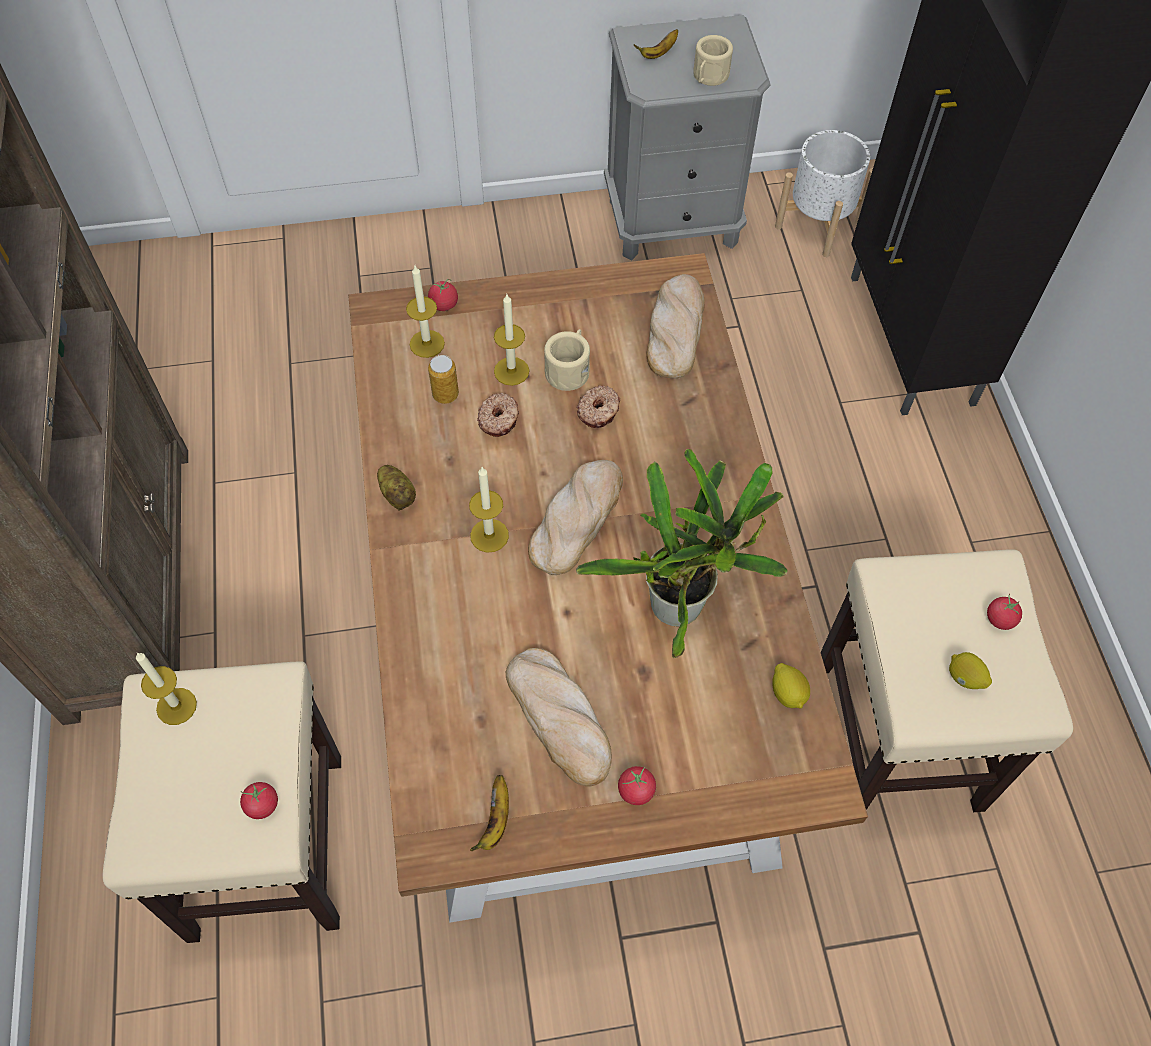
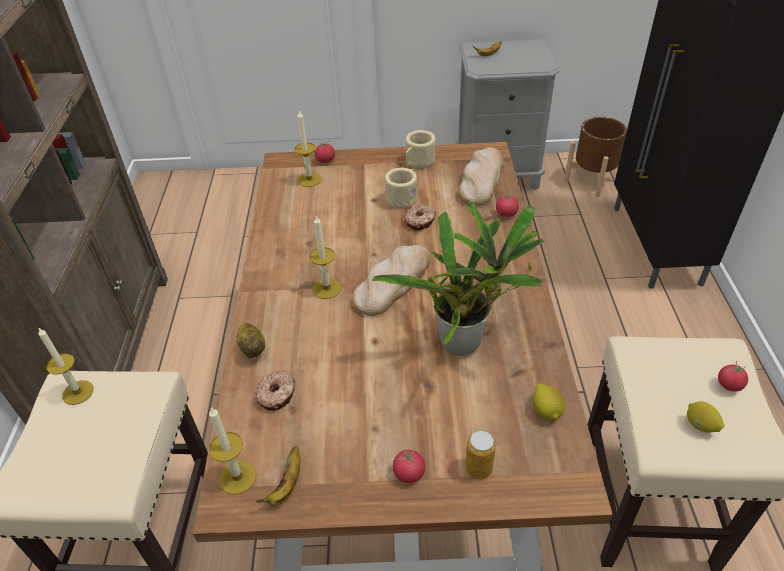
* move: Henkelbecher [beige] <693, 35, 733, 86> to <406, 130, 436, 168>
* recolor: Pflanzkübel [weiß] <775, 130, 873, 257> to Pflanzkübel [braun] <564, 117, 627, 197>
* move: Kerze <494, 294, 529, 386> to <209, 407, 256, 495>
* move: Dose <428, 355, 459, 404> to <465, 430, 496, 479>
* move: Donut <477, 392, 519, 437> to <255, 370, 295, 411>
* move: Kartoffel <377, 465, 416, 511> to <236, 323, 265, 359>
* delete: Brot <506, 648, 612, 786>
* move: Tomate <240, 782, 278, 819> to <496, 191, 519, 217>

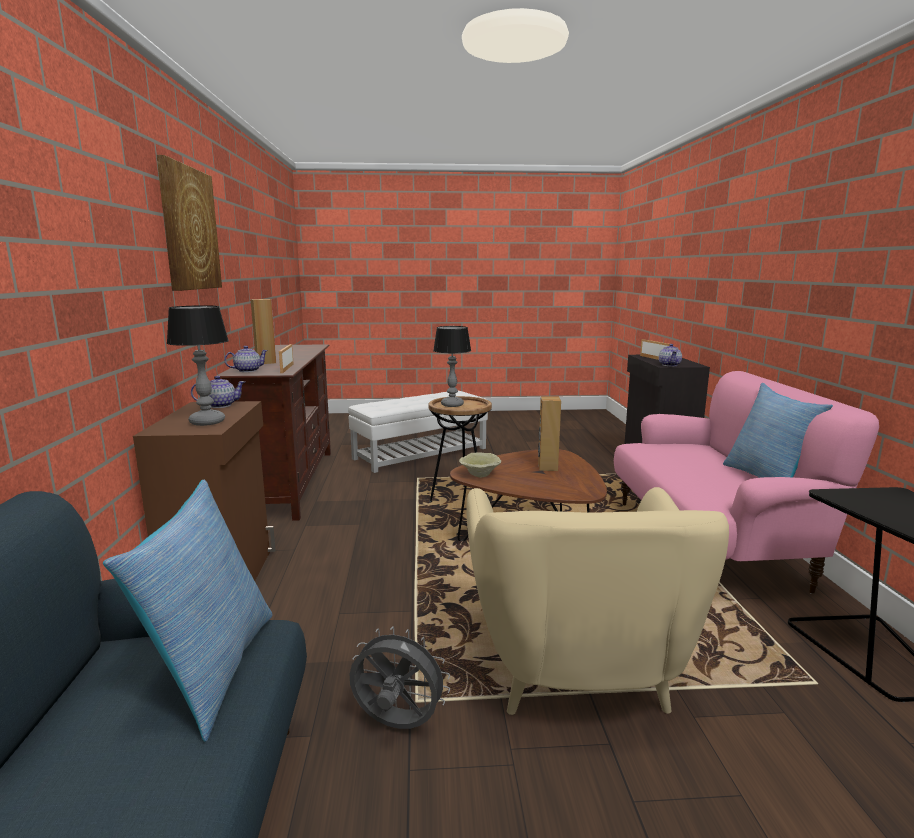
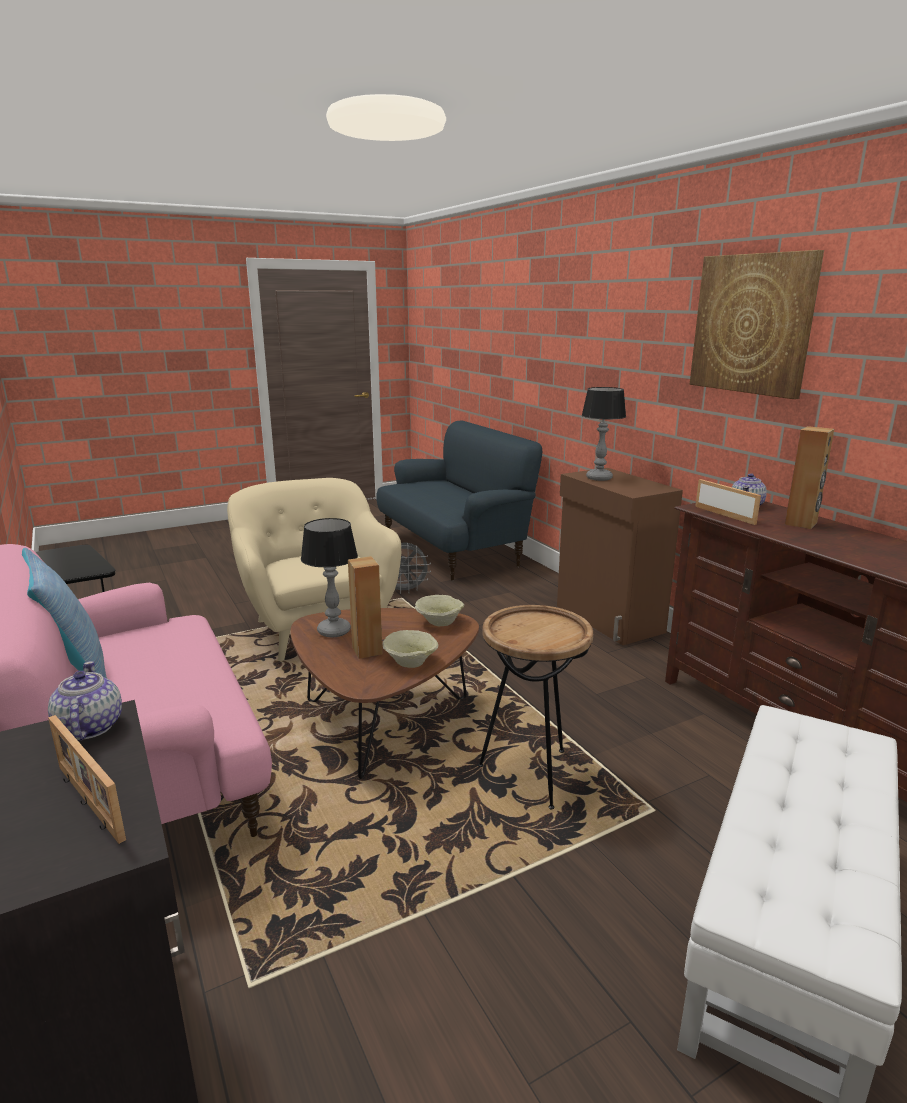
* move: Tischlampe <433, 326, 471, 407> to <301, 518, 358, 637>
* delete: Teekanne <191, 376, 245, 408>
* delete: Kissen <103, 480, 273, 742>
* insert: Schüssel [beige] <382, 630, 438, 668>

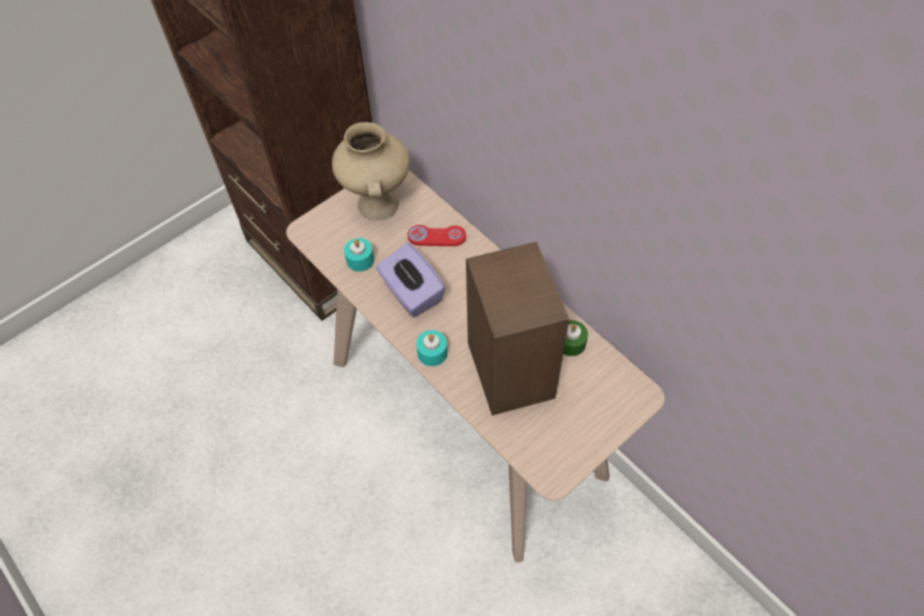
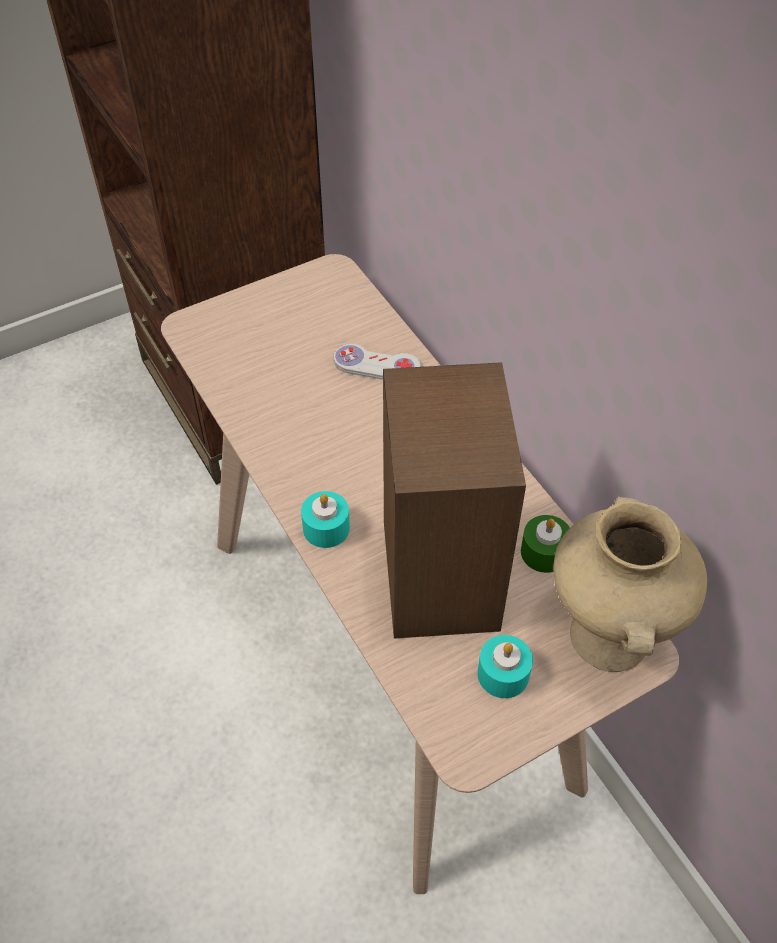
* move: Vase [beige] <332, 122, 410, 220> to <553, 497, 707, 672>
* recolor: Gamepad [rot] <408, 225, 466, 246> to Gamepad [weiß] <334, 344, 421, 380>
* move: Kerze [türkis] <344, 238, 374, 272> to <478, 635, 533, 698>
* delete: Taschentuchbox [lila] <376, 243, 445, 317>

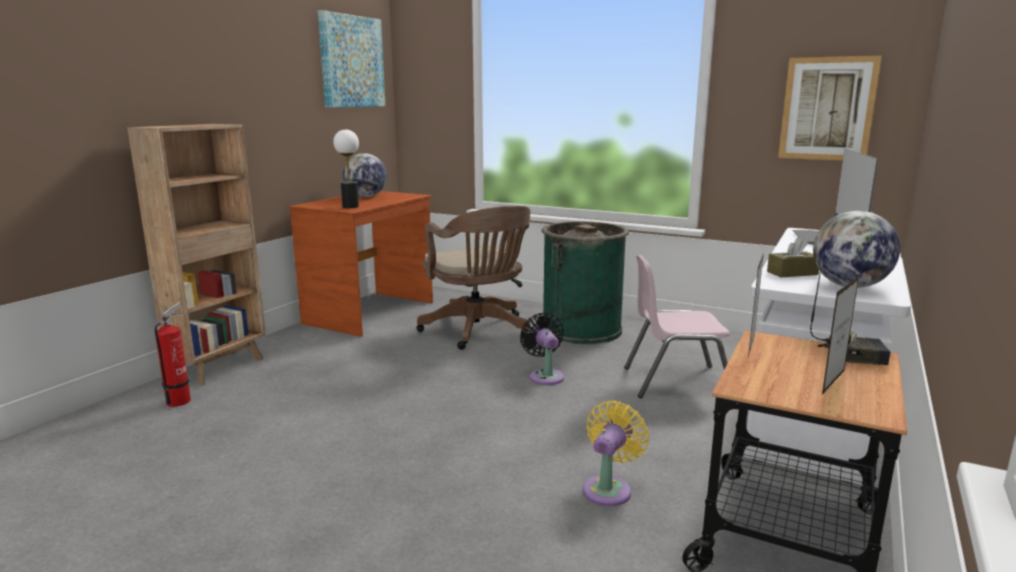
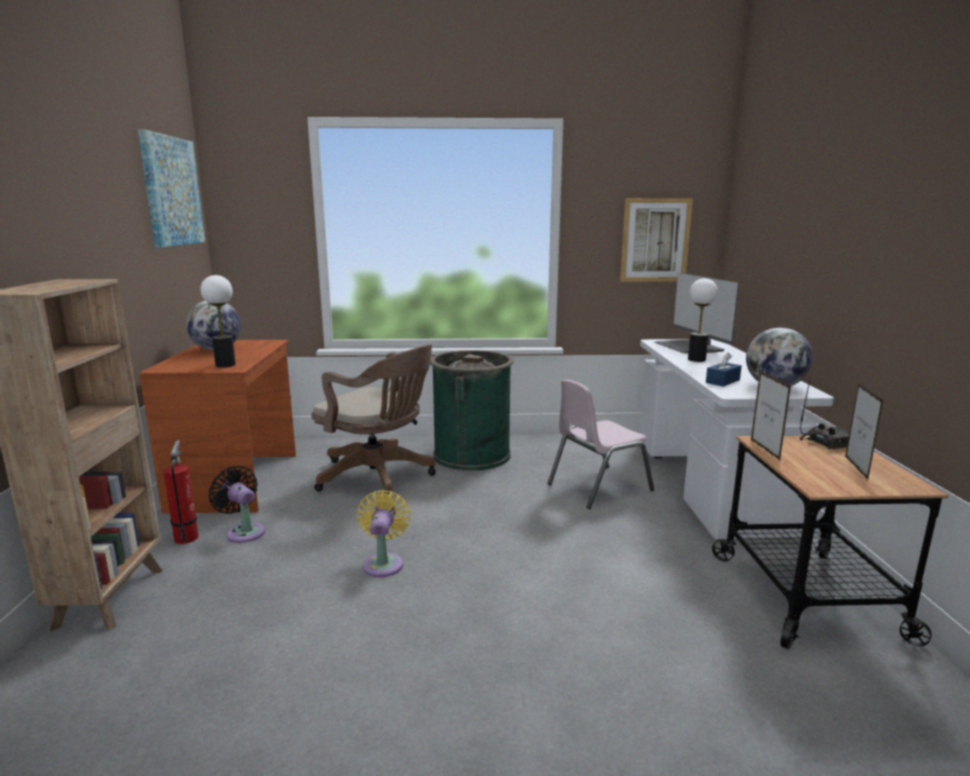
* recolor: Taschentuchbox [braun] <767, 237, 819, 277> to Taschentuchbox [blau] <706, 352, 742, 387>
* move: Feuerlöscher <155, 302, 191, 407> to <163, 440, 198, 544>
* move: Ventilator [schwarz] <520, 313, 564, 385> to <209, 466, 265, 543>
* move: Ventilator [gelb] <583, 401, 649, 506> to <357, 490, 411, 577>
* insert: Tischlampe <688, 278, 718, 362>

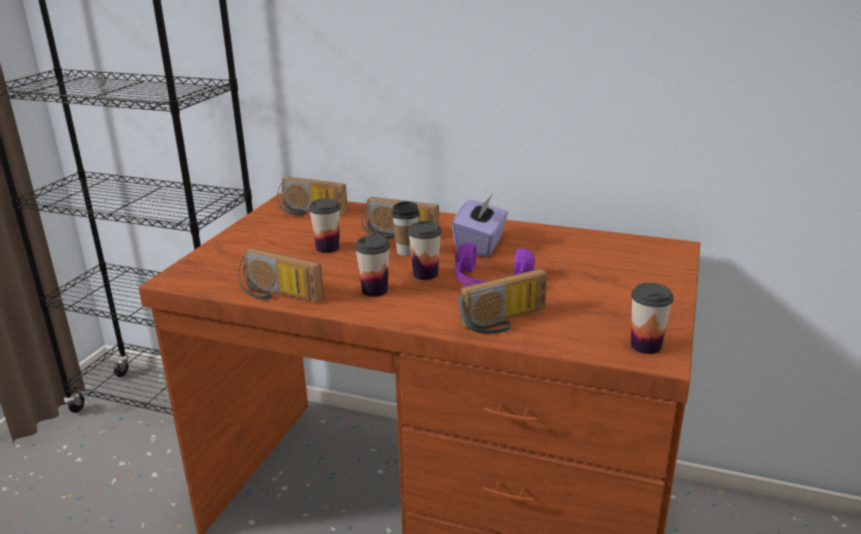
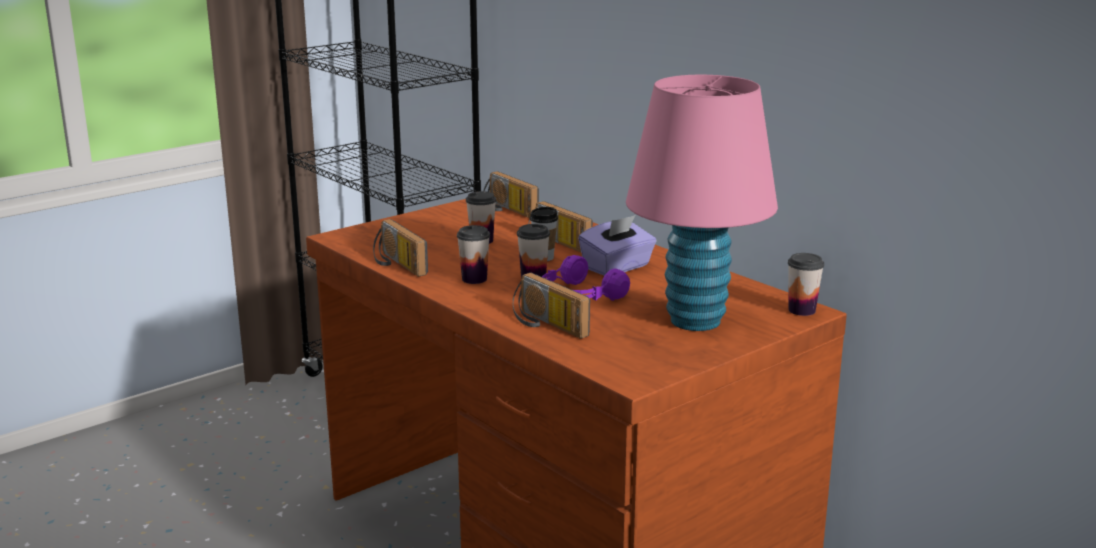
* rotate: Radio <458, 269, 547, 334> = <513, 273, 590, 339> 45 degrees clockwise
* move: Tasse <631, 283, 674, 354> to <788, 253, 824, 316>
* insert: Tischlampe [rosa] <626, 75, 778, 331>

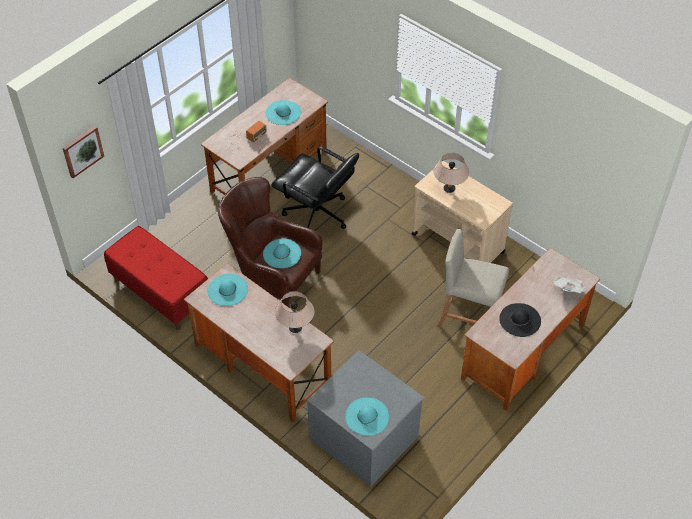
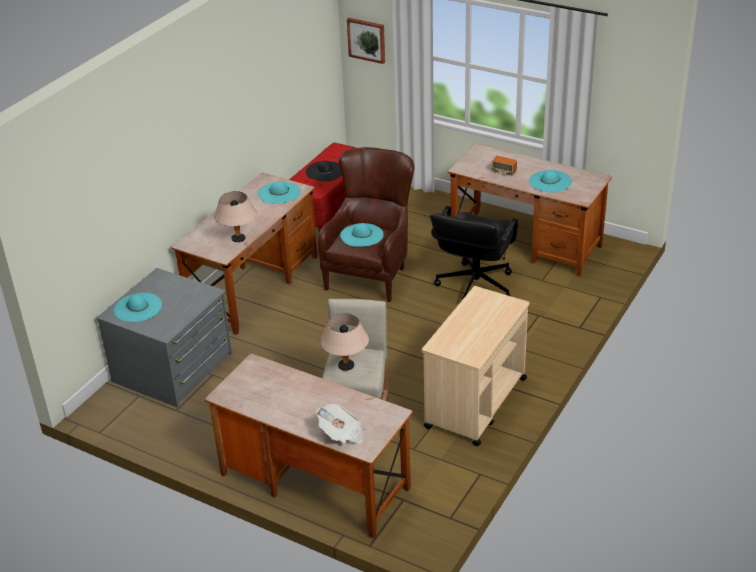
* move: Tischlampe [beige] <434, 153, 469, 193> to <320, 313, 369, 371>
* move: Hut [schwarz] <499, 303, 541, 337> to <306, 160, 342, 181>

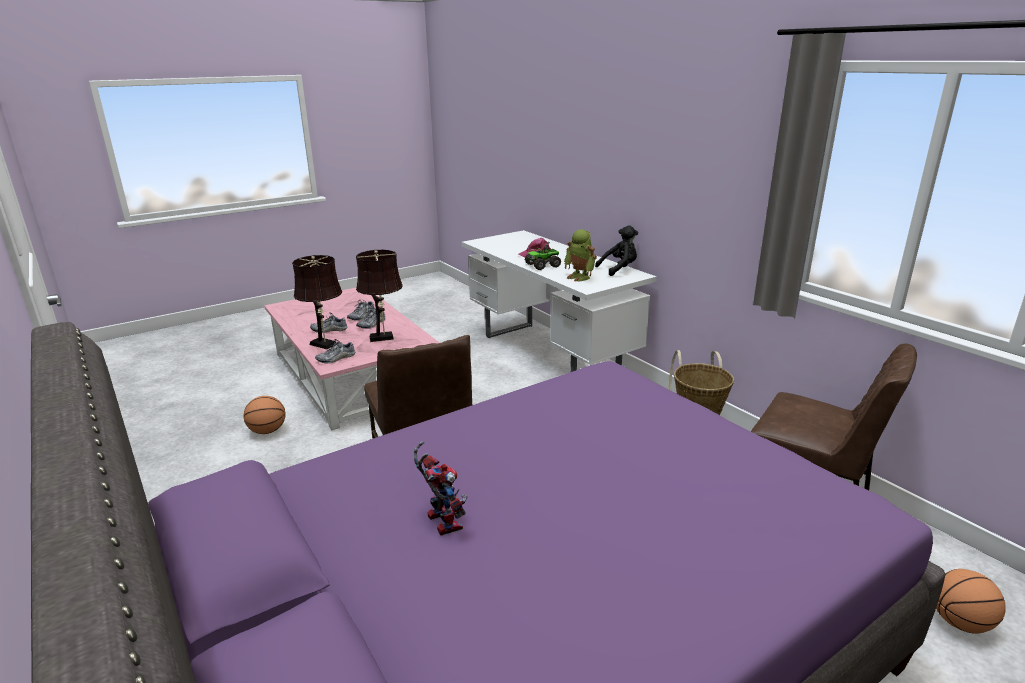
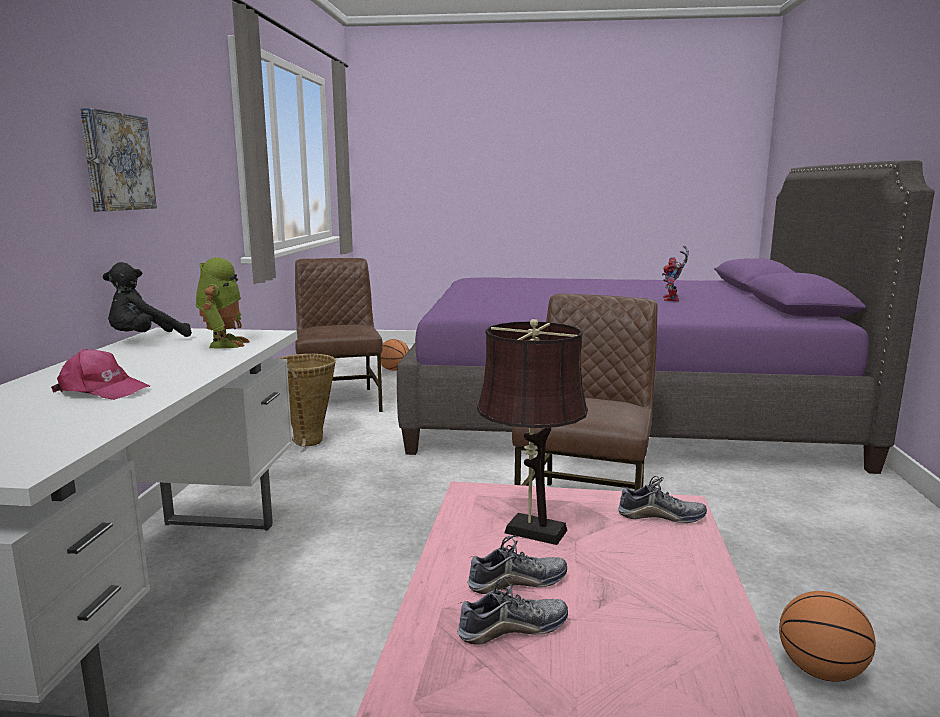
* rotate: Plüschtier [schwarz] <595, 226, 638, 276> = <103, 262, 192, 337> 60 degrees counterclockwise
* delete: Spielzeuglaster <525, 242, 561, 270>
* delete: Tischlampe [braun] <292, 255, 342, 349>
* delete: Schuh <310, 312, 347, 333>
* insert: Bild <80, 108, 157, 212>

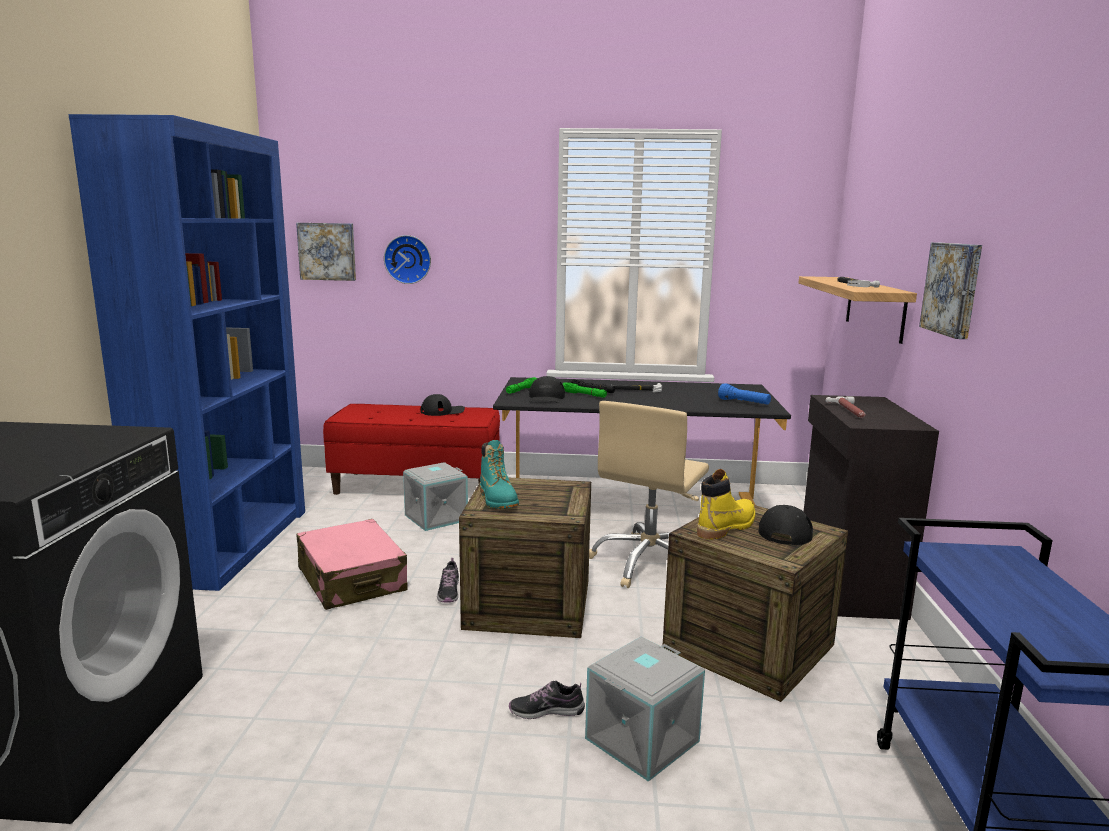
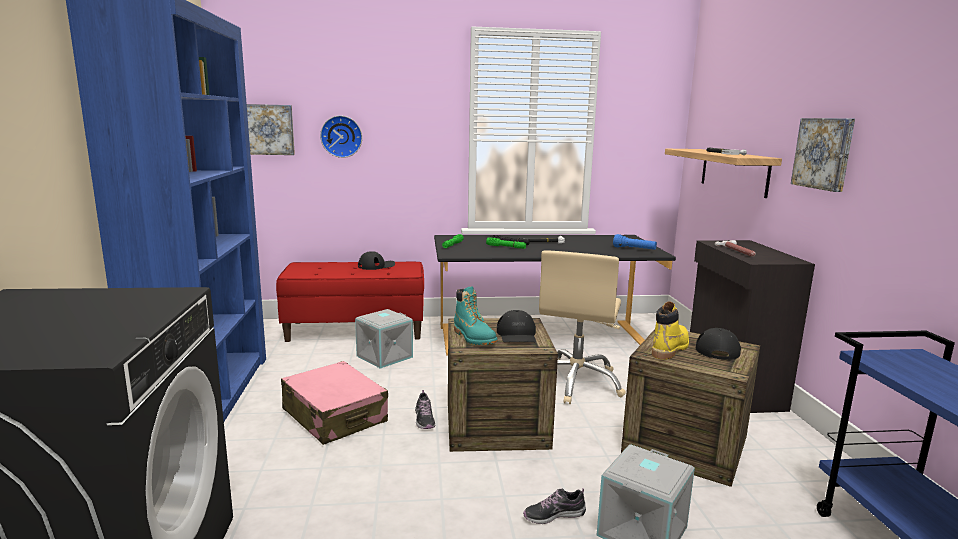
* move: Kappe [schwarz] <529, 376, 565, 403> to <497, 310, 536, 342>

